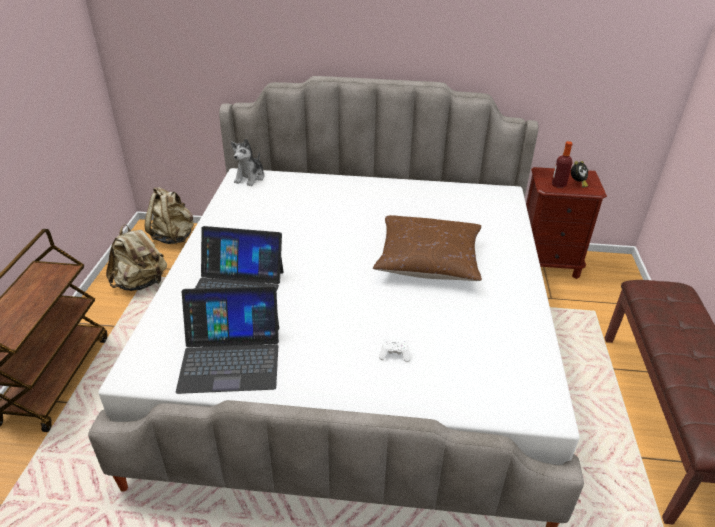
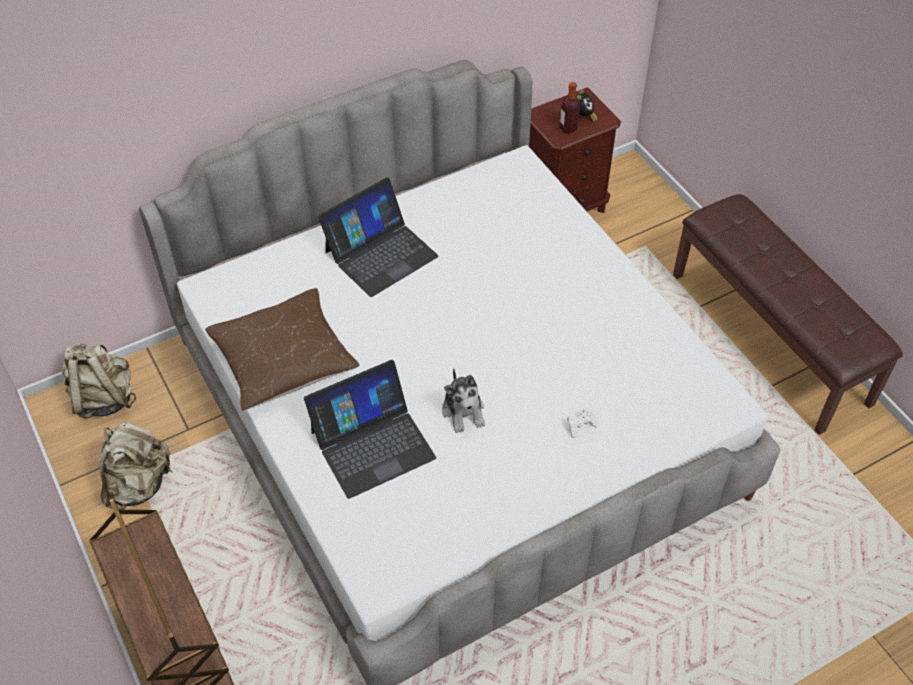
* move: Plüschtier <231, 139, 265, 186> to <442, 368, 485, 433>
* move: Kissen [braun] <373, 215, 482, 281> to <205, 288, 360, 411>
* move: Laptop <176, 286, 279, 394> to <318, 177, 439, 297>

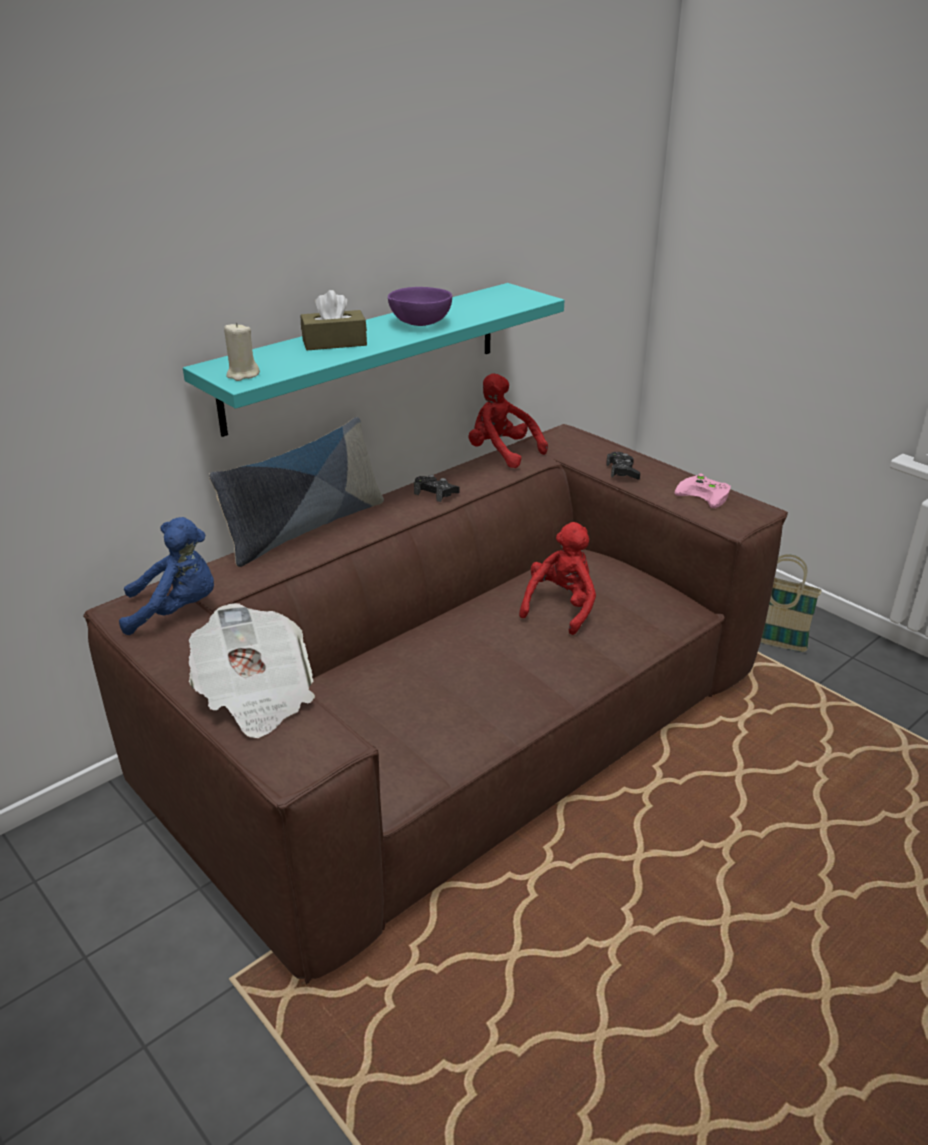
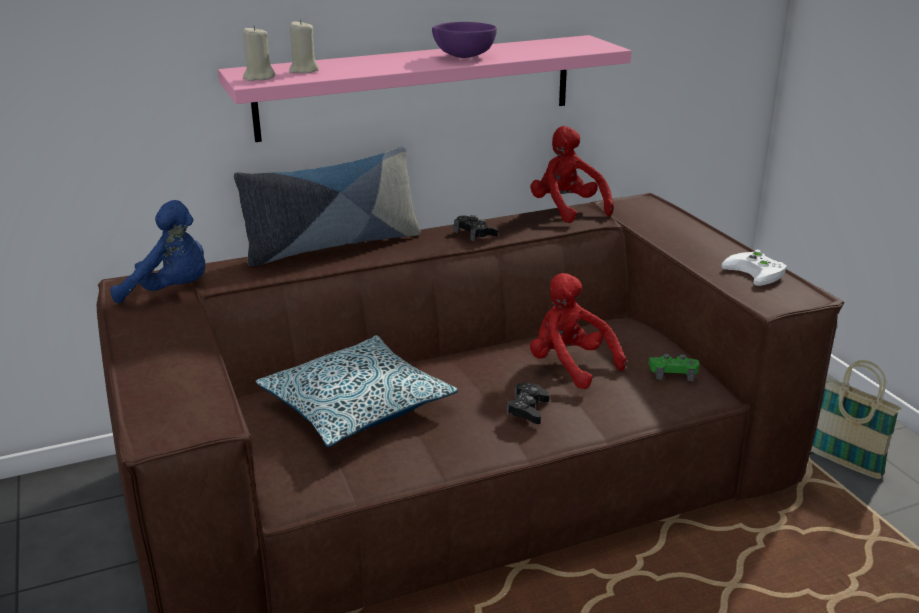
* recolor: Wandregal [türkis] <183, 283, 565, 437> to Wandregal [rosa] <218, 35, 631, 142>
* delete: Taschentuchbox [braun] <300, 290, 367, 350>
* move: Gamepad [schwarz] <606, 452, 640, 479> to <507, 383, 550, 424>
* recolor: Gamepad [rosa] <675, 474, 731, 508> to Gamepad [weiß] <721, 250, 787, 286>
* rotate: Plüschtier [rot] <519, 522, 596, 635> = <530, 273, 626, 389> 90 degrees counterclockwise
* delete: Zeitung <189, 603, 315, 738>
* insert: Kerze [beige] <289, 20, 319, 73>
* insert: Kissen <256, 335, 458, 447>
* insert: Gamepad [grün] <649, 353, 699, 381>

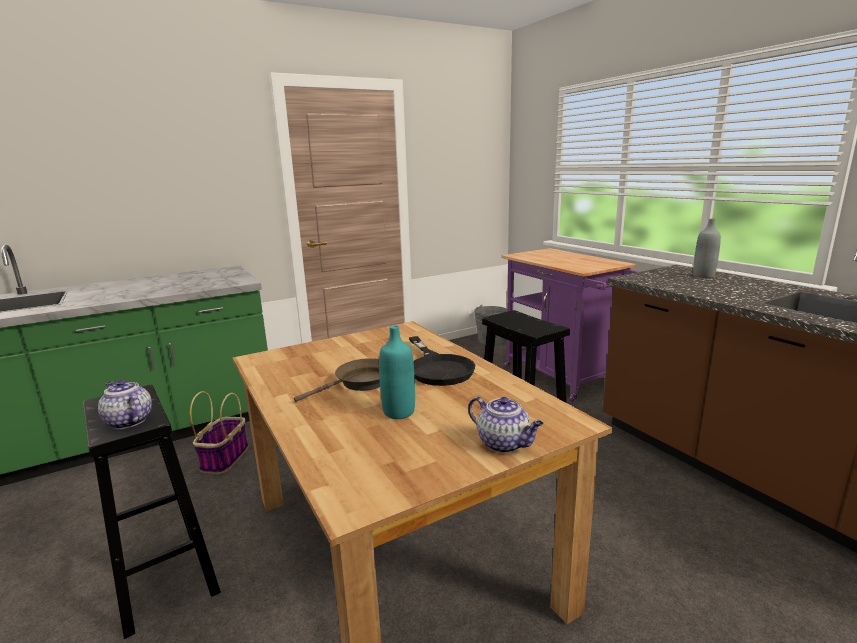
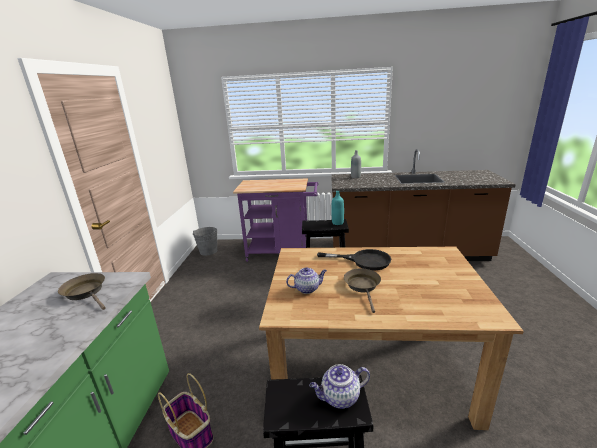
* move: Flasche [türkis] <379, 326, 415, 419> to <331, 191, 344, 225>
* move: Teekanne <468, 396, 544, 453> to <286, 267, 327, 294>
* insert: Pfanne [braun] <58, 273, 106, 310>

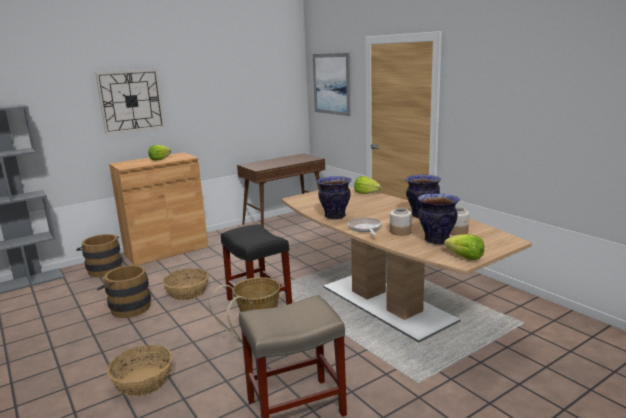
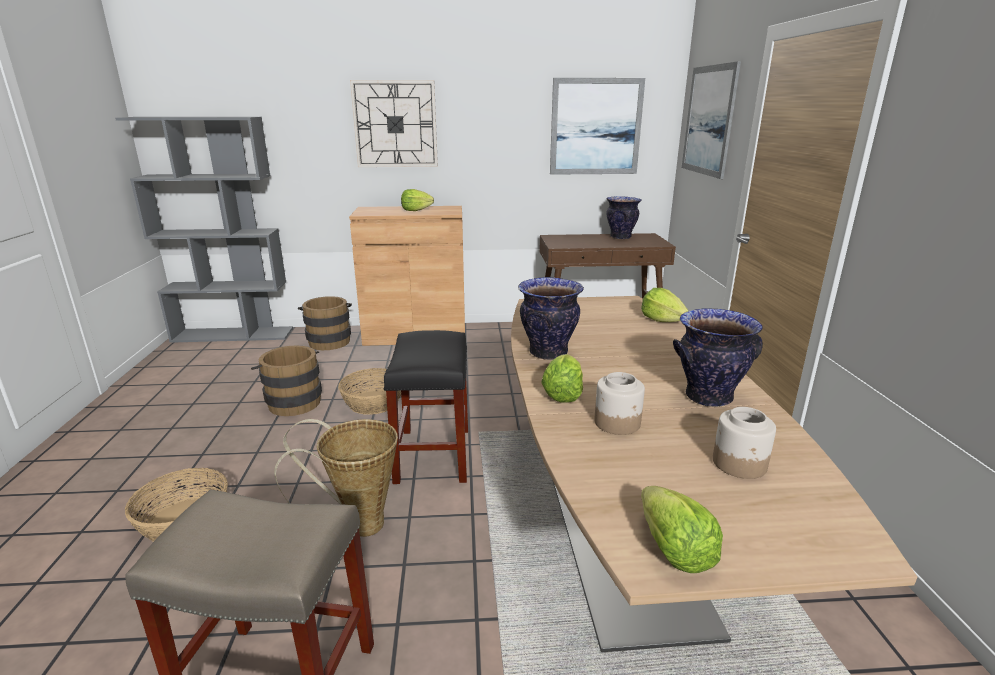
* move: Vase <417, 194, 460, 245> to <606, 196, 642, 239>
* replace: Pfanne <348, 218, 382, 235> to Salatkopf <541, 354, 583, 403>
* insert: Bild <550, 78, 645, 175>

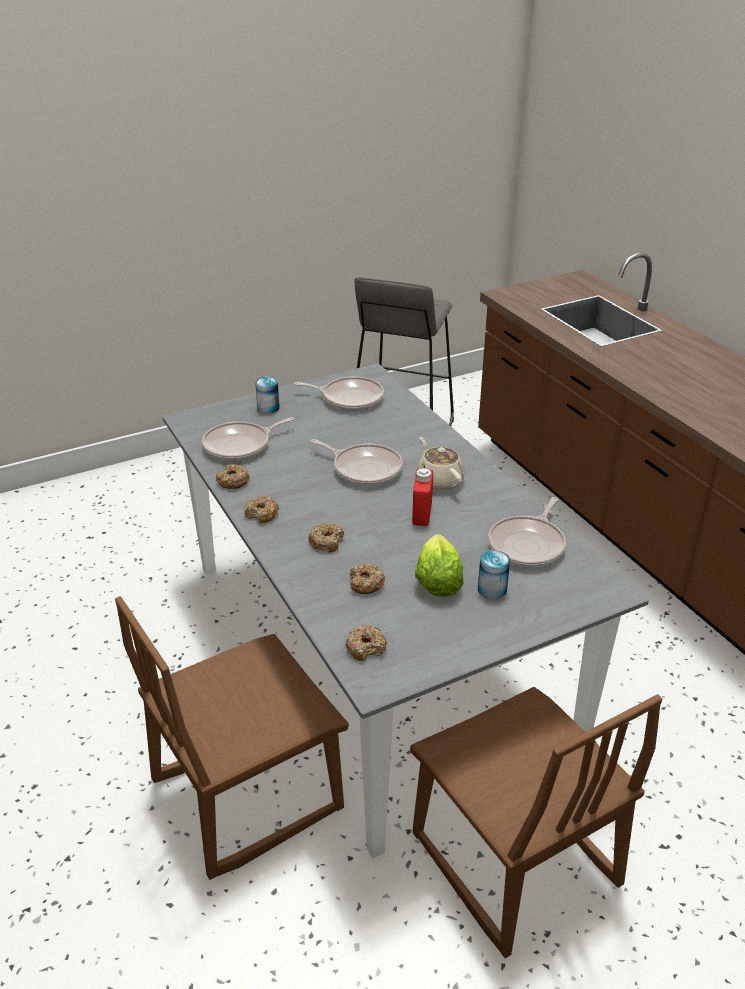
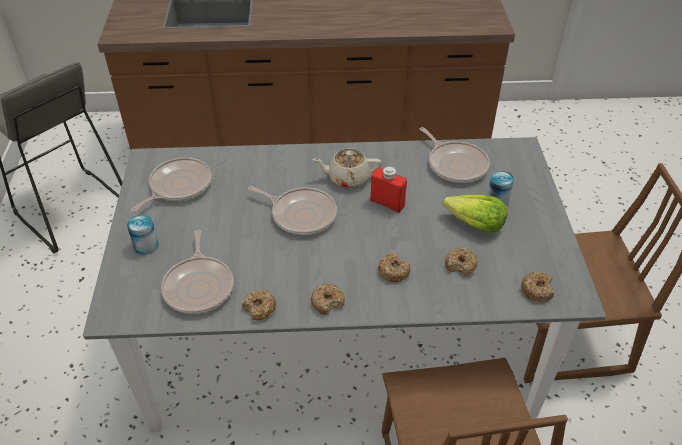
* rotate: Pfanne <311, 439, 403, 486> = <248, 186, 337, 235> 60 degrees clockwise

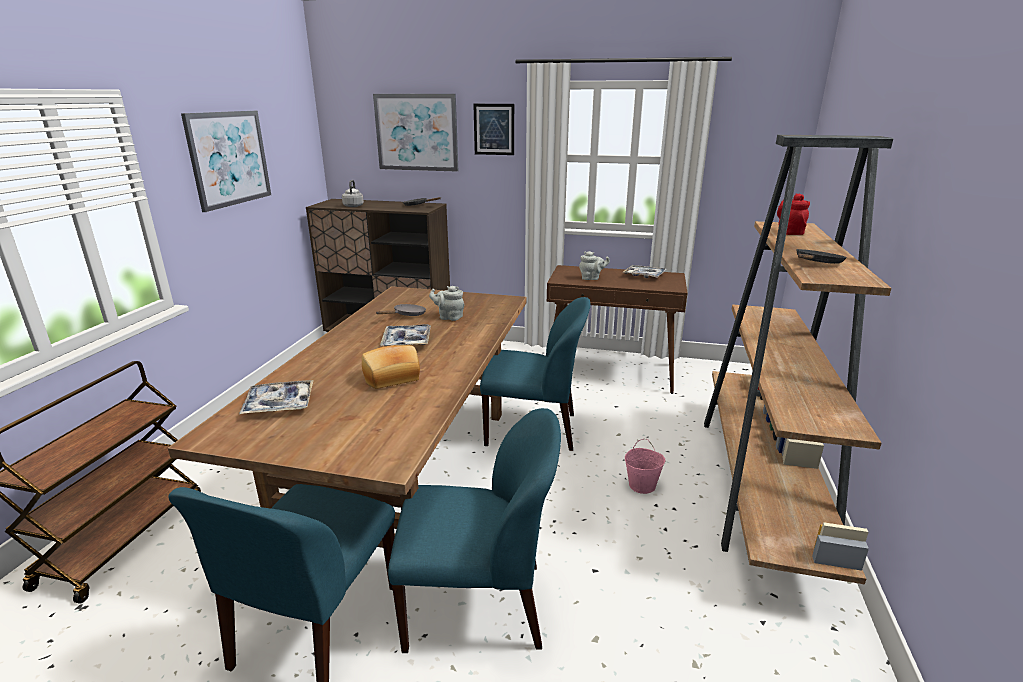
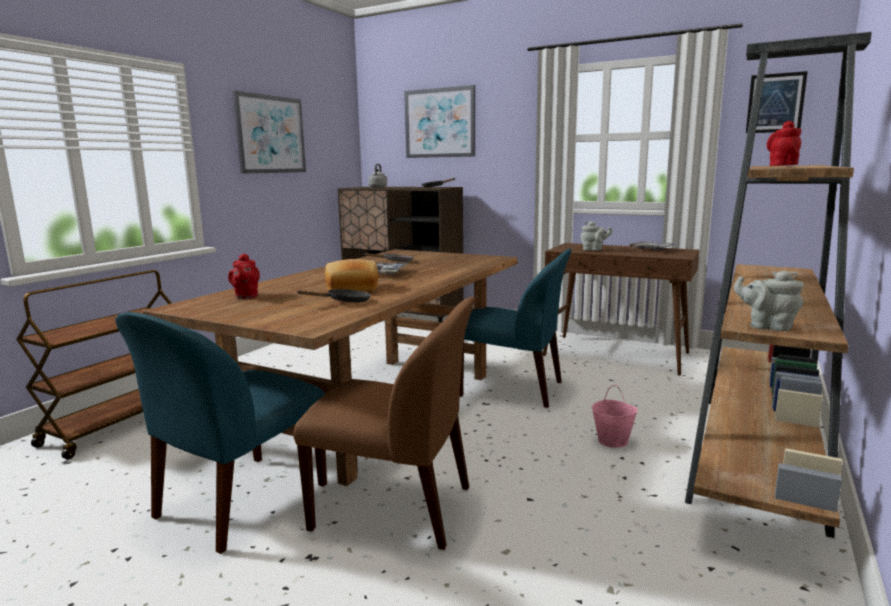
* move: Bild <473, 104, 514, 155> to <746, 71, 808, 133>
* move: Pfanne [schwarz] <797, 249, 846, 264> to <296, 289, 371, 303>
* move: Teekanne [grau] <429, 286, 464, 321> to <734, 271, 804, 331>
* replace: Tablett <239, 380, 314, 414> to Teekanne [rot] <228, 253, 260, 298>
* recolor: Stuhl [blau] <388, 408, 561, 653> to Stuhl [braun] <294, 297, 475, 550>

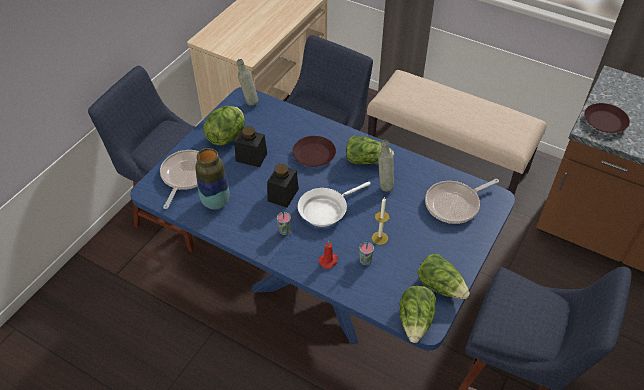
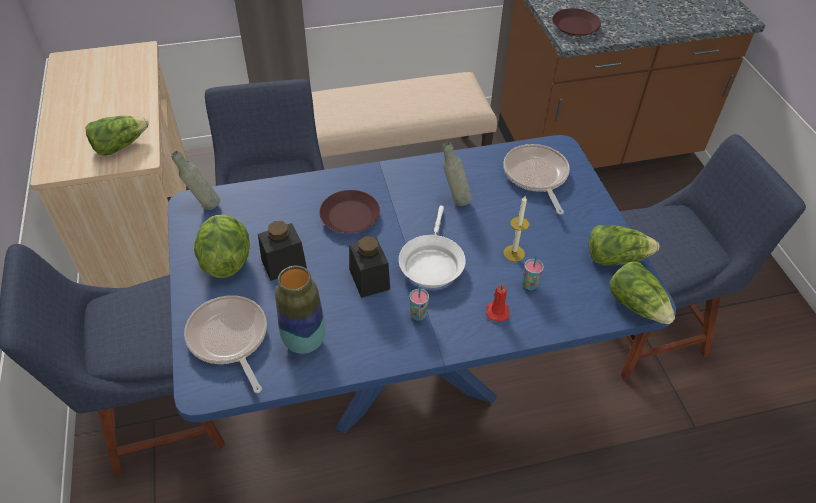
* move: Salatkopf <346, 136, 394, 164> to <86, 116, 149, 156>
* rotate: Pfanne <425, 179, 499, 224> = <503, 144, 570, 214> 150 degrees clockwise

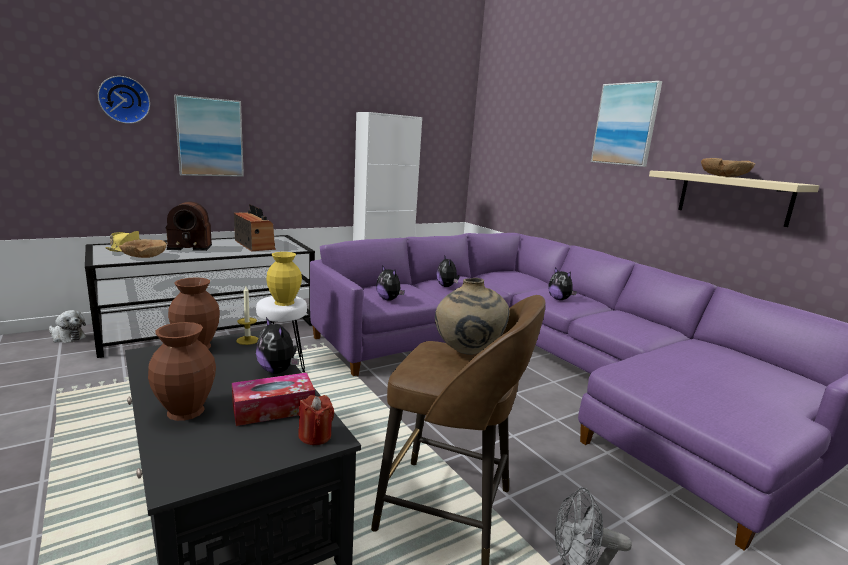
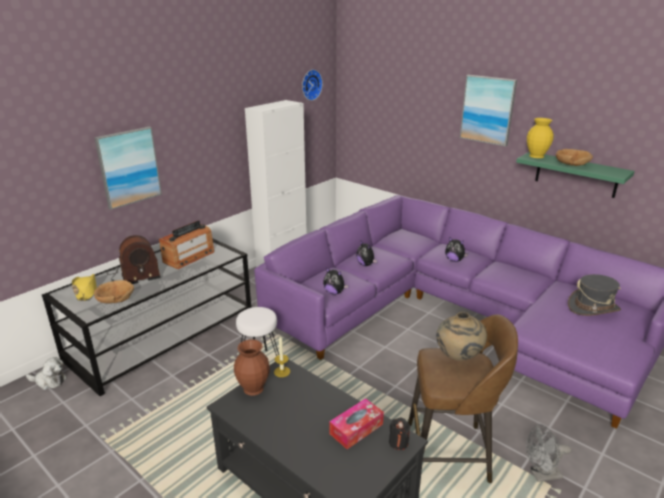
* move: Wanduhr <98, 76, 150, 124> to <302, 70, 323, 101>
* recolor: Wandregal [beige] <649, 171, 820, 227> to Wandregal [grün] <516, 152, 635, 198>
* rotate: Radio <234, 204, 276, 251> = <159, 220, 214, 269> 90 degrees clockwise
* move: Vase [gelb] <266, 252, 302, 306> to <527, 118, 554, 158>
* delete: Plüschtier <256, 317, 299, 374>
* delete: Vase [braun] <148, 322, 216, 421>
* recolor: Kerze [rot] <298, 395, 334, 445> to Kerze [schwarz] <389, 417, 411, 450>
* insert: Hut [grau] <568, 274, 621, 316>

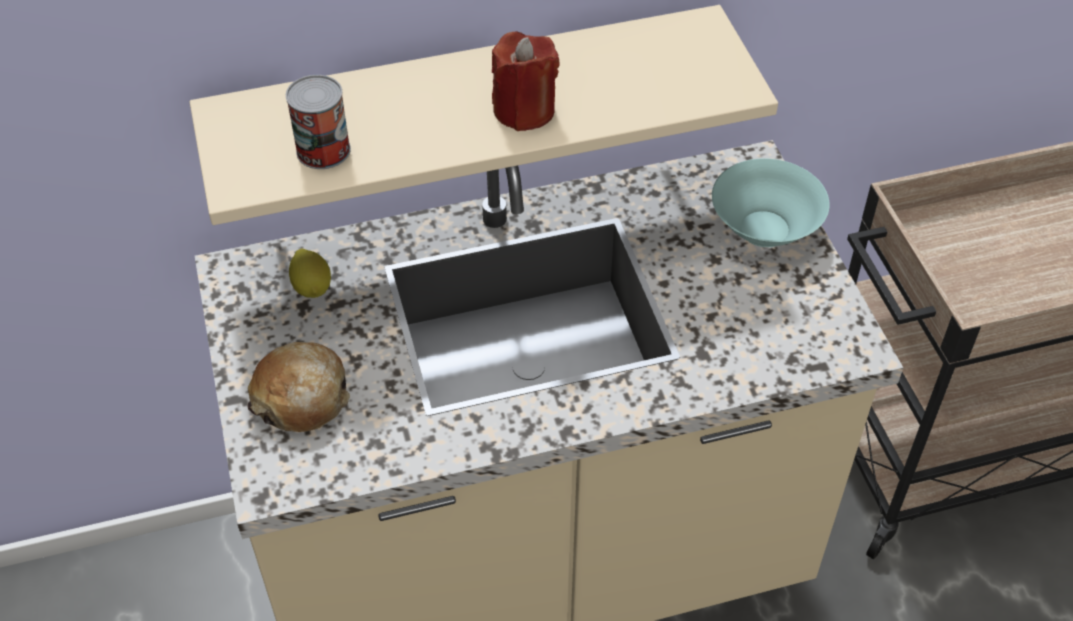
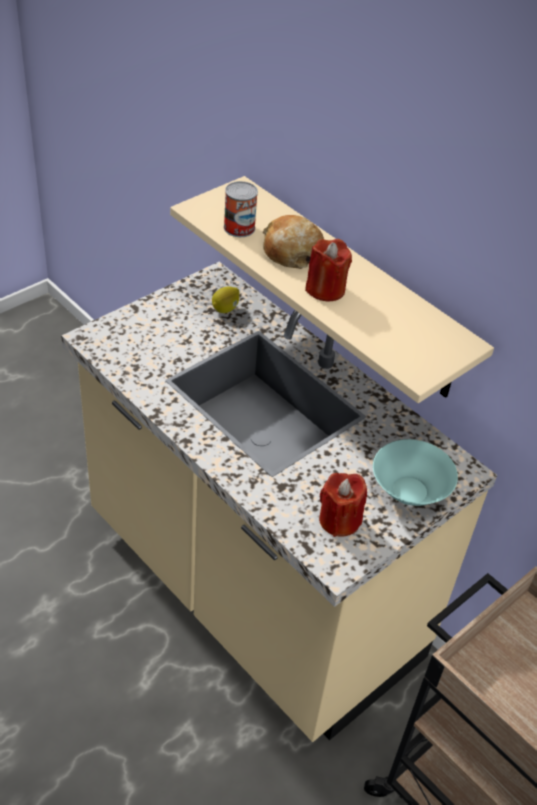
* move: Brot <247, 342, 350, 432> to <263, 215, 324, 269>
* insert: Kerze [rot] <319, 473, 367, 537>

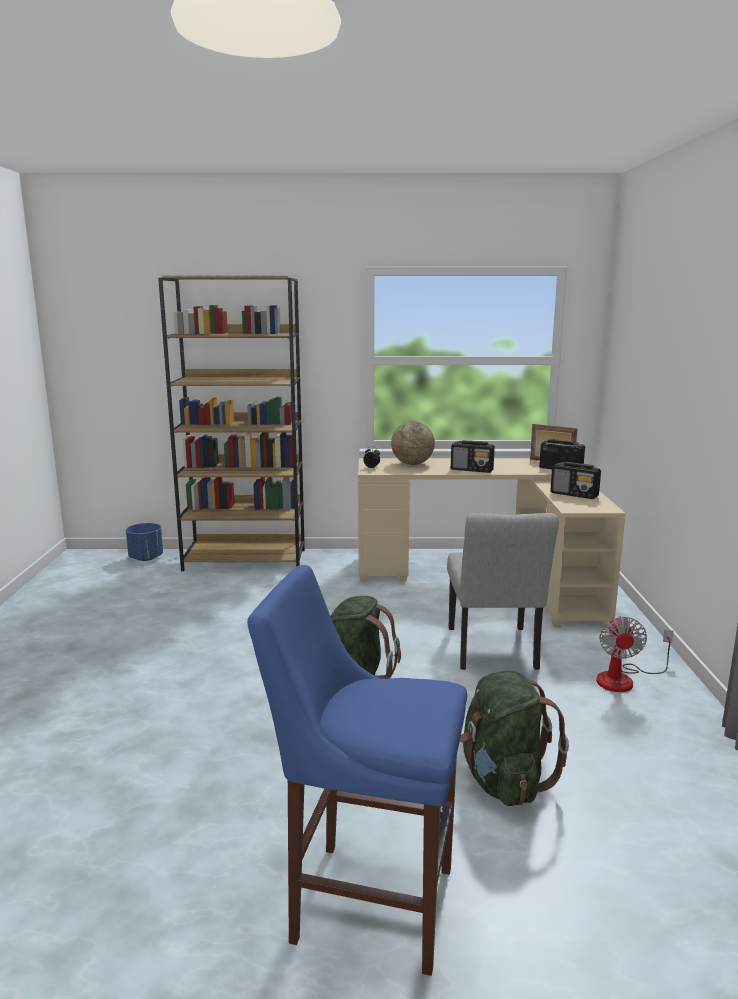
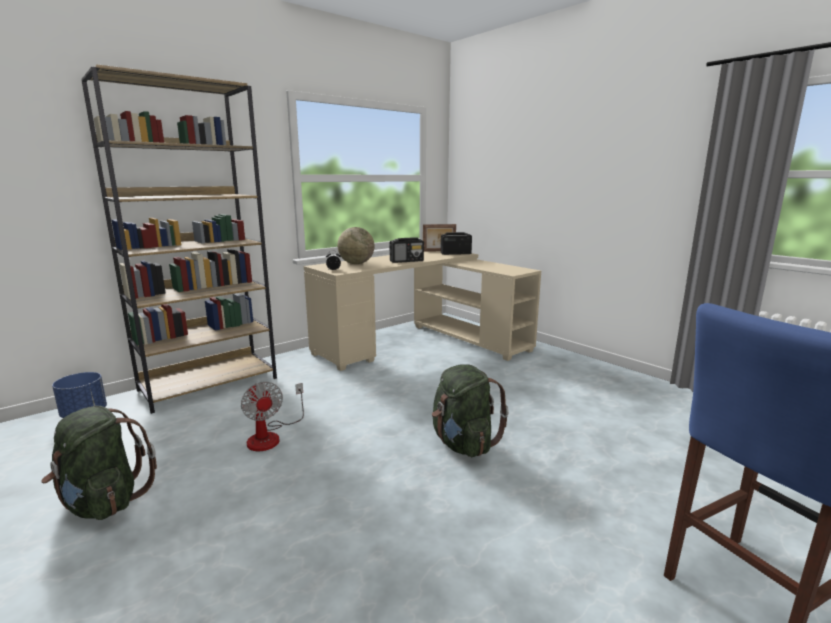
* delete: Radio <550, 462, 601, 499>
* delete: Stuhl [grau] <447, 513, 559, 670>
* move: Ventilator <596, 616, 674, 692> to <241, 382, 304, 451>
* move: Rucksack [grün] <460, 671, 569, 806> to <41, 406, 157, 520>

